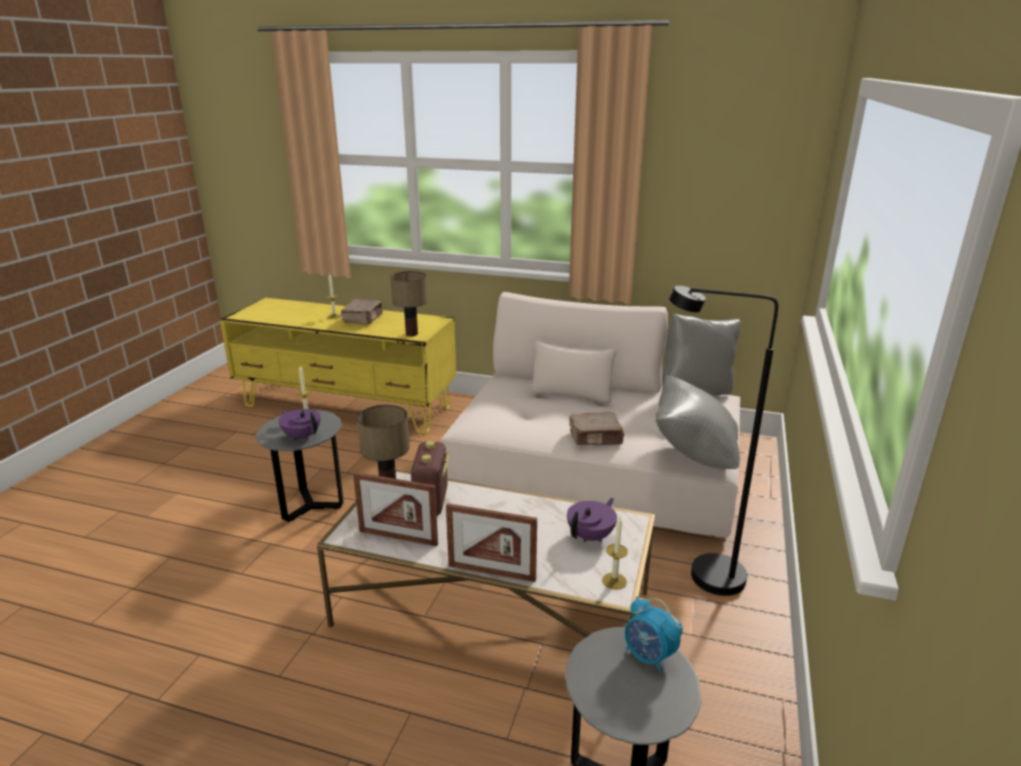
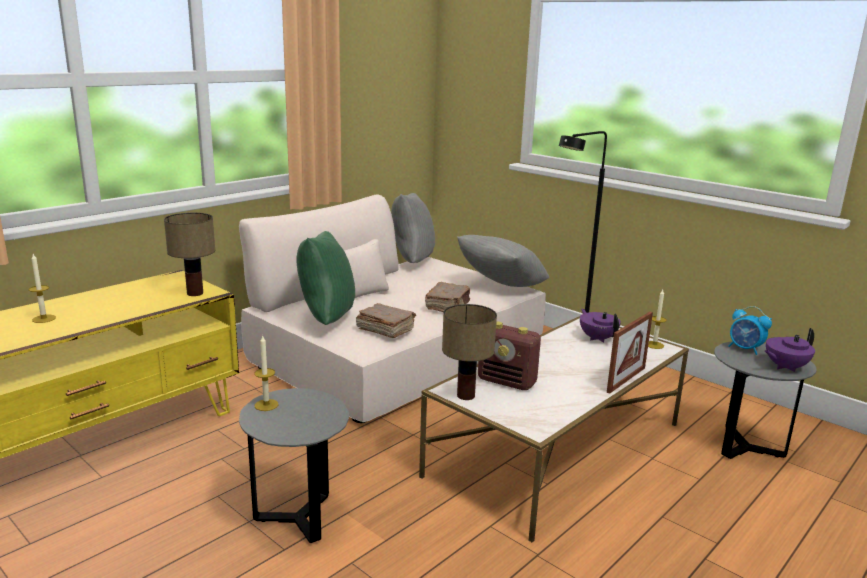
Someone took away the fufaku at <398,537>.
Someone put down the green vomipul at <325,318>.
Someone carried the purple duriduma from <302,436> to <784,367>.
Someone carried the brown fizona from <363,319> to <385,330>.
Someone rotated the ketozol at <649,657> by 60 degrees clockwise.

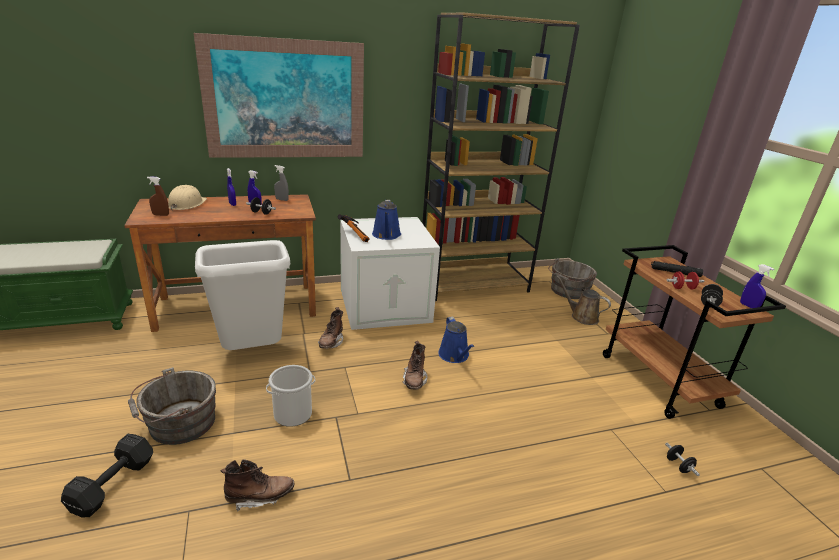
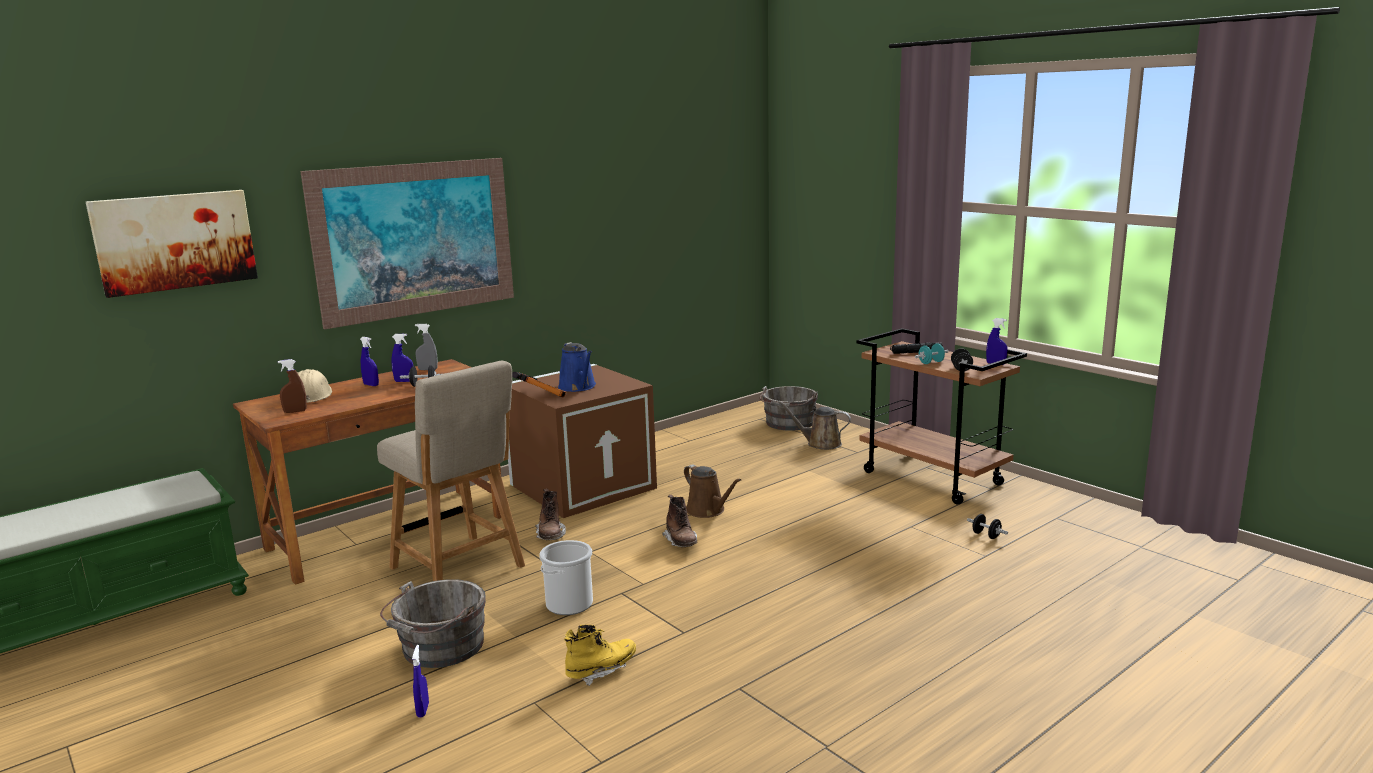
Someone took away the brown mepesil at <473,284>.
Someone put up the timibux at <175,241>.
Someone swapped the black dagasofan at <115,484> for the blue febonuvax at <423,710>.
Someone swapped the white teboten at <252,353> for the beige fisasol at <460,569>.
Someone repainted the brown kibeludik at <260,497>, which became the yellow kibeludik at <601,671>.
Someone repainted the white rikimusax at <385,304>, which became the brown rikimusax at <583,485>.
Someone repainted the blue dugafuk at <454,356>, which became the brown dugafuk at <708,511>.
Someone repainted the red dagasofan at <682,288>, which became the turquoise dagasofan at <931,362>.

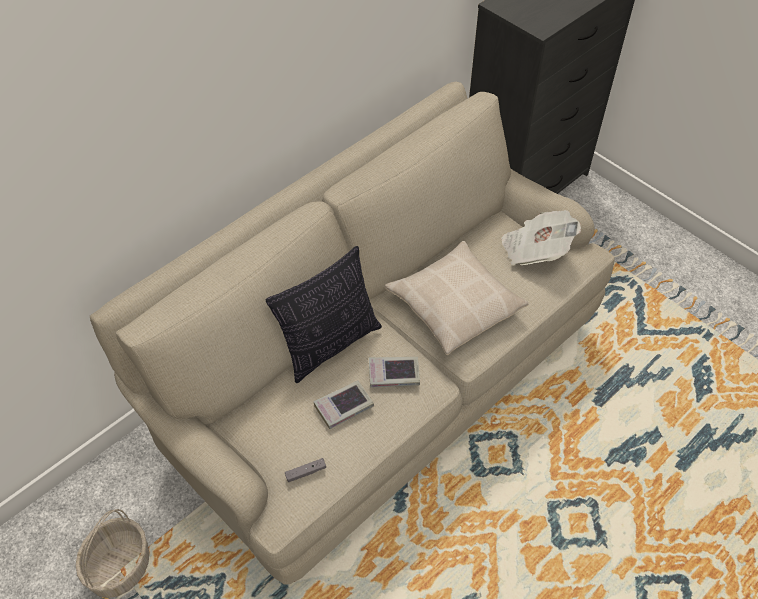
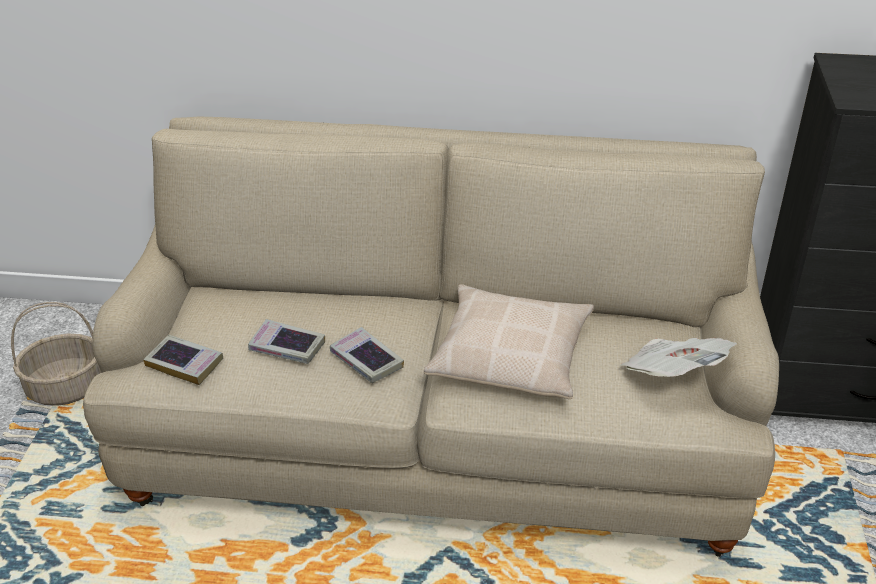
Someone took away the vomipul at <330,344>.
Someone swapped the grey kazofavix at <305,472> for the fizona at <184,363>.

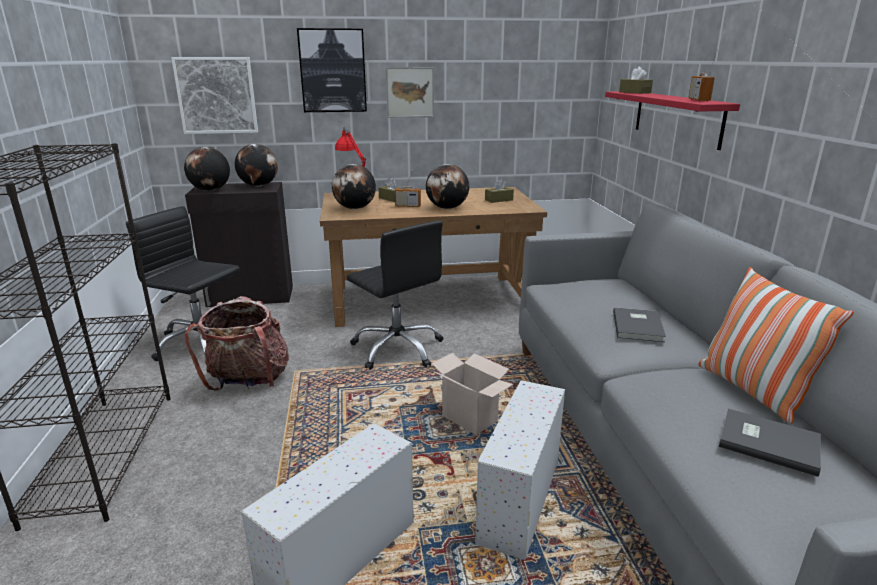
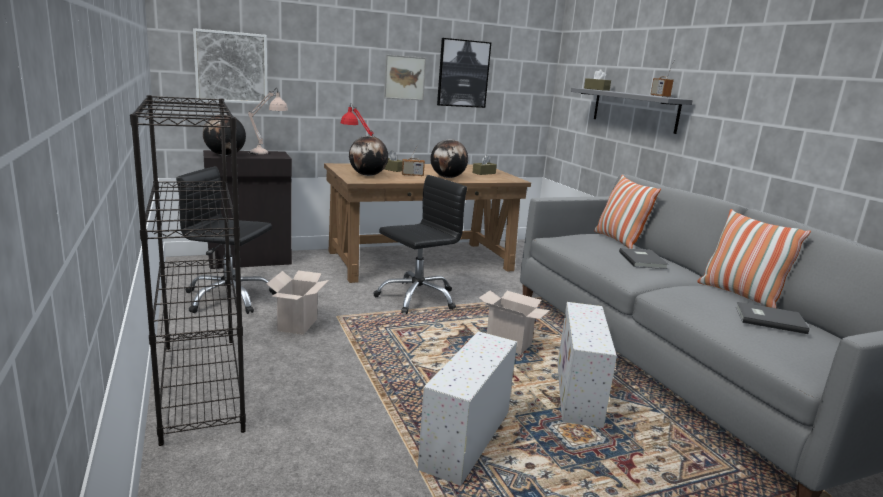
Someone put down the vomipul at <618,240>.
Someone carried the timibux from <333,71> to <463,73>.
Someone swapped the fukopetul at <248,381> for the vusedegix at <298,325>.
Someone swapped the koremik at <258,186> for the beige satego at <268,153>.
Someone repainted the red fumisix at <676,117>, which became the grey fumisix at <634,109>.
Someone rotated the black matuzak at <398,349> by 75 degrees counterclockwise.

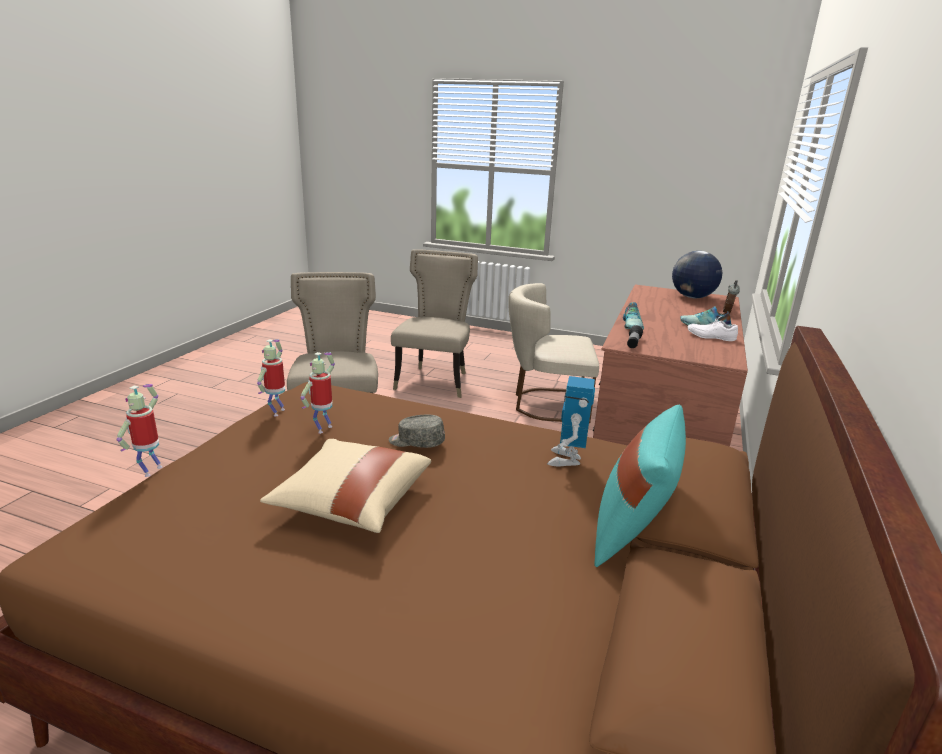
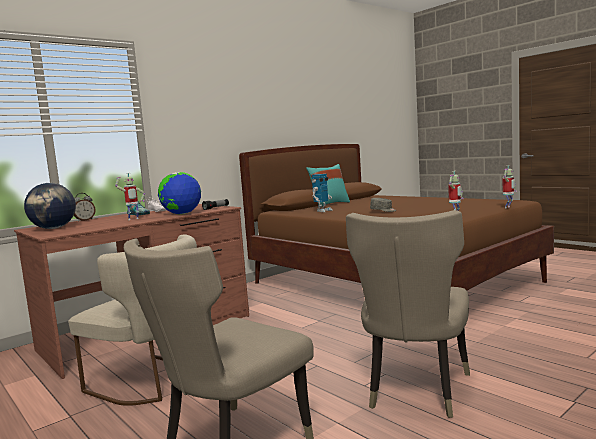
Someone took away the beige vomipul at <351,502>.
Someone carried the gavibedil from <323,428> to <133,219>.
Someone swapped the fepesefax at <633,325> for the koremik at <181,214>.

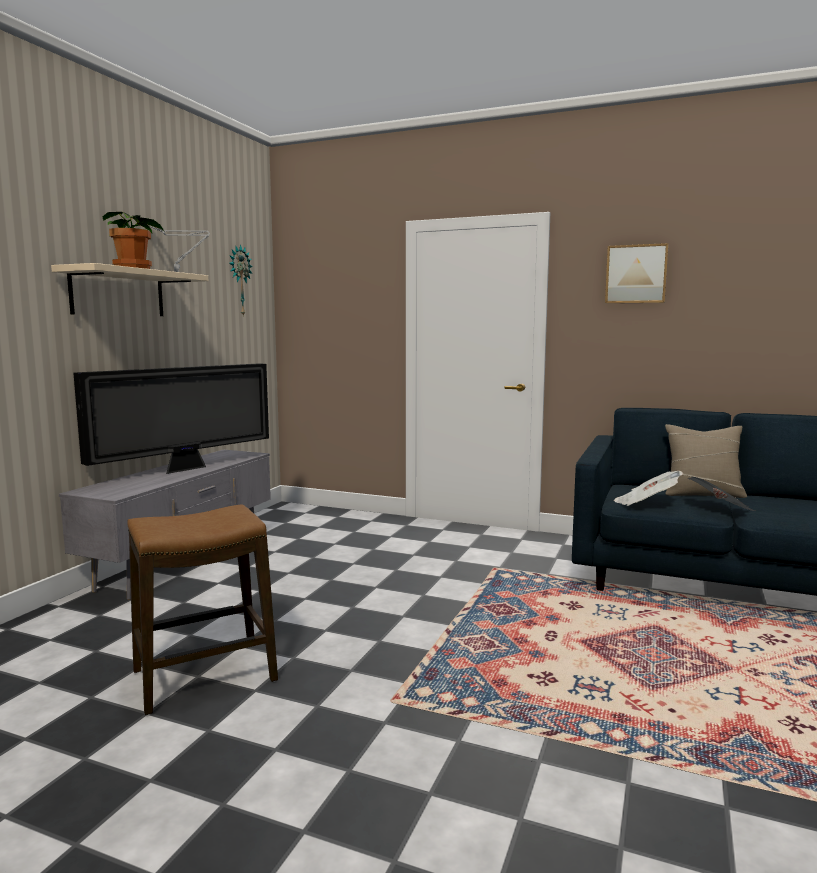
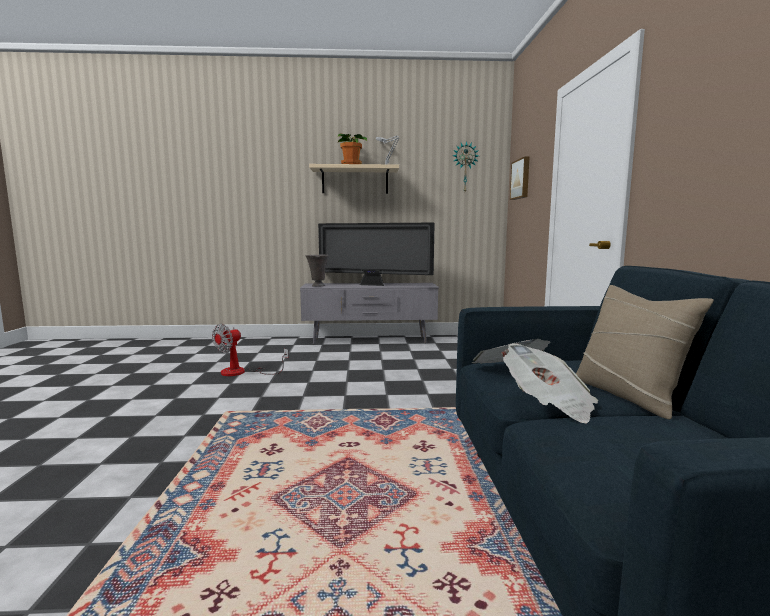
Someone put down the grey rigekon at <317,286>.
Someone carried the timibux from <636,274> to <521,179>.
Someone swapped the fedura at <205,676> for the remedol at <242,372>.

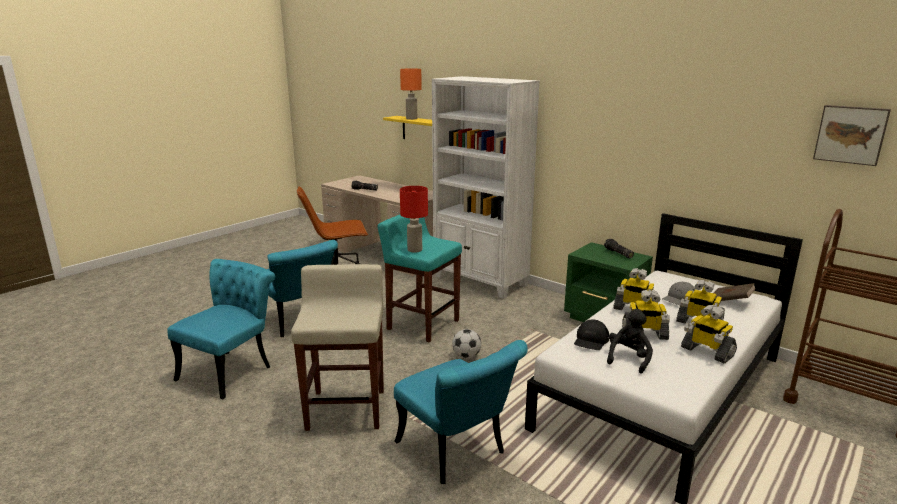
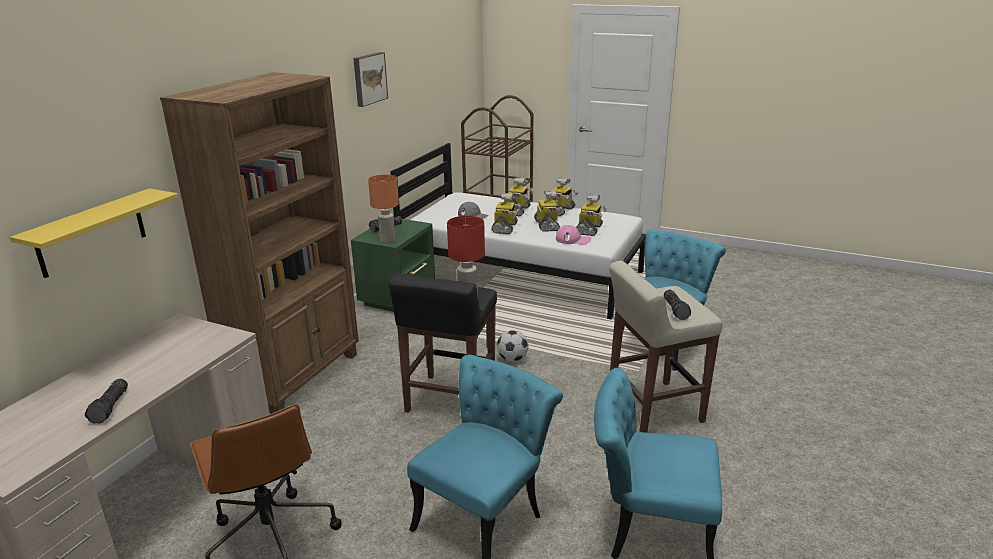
Someone took away the brown fizona at <730,302>.
Someone put down the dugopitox at <676,310>.
Someone carried the orange satego from <411,119> to <387,240>.
Someone carried the timibux from <850,134> to <369,78>.
Someone swapped the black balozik at <628,358> for the gavibedil at <589,229>.
Someone repainted the turquoise fedura at <422,324>, which became the black fedura at <450,400>.
Someone repainted the white mepesil at <481,281>, which became the brown mepesil at <297,377>.
Someone repainted the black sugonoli at <591,340>, which became the pink sugonoli at <573,239>.

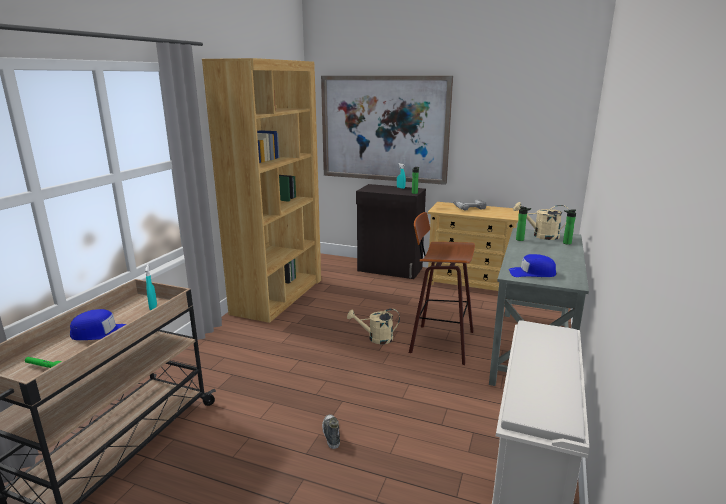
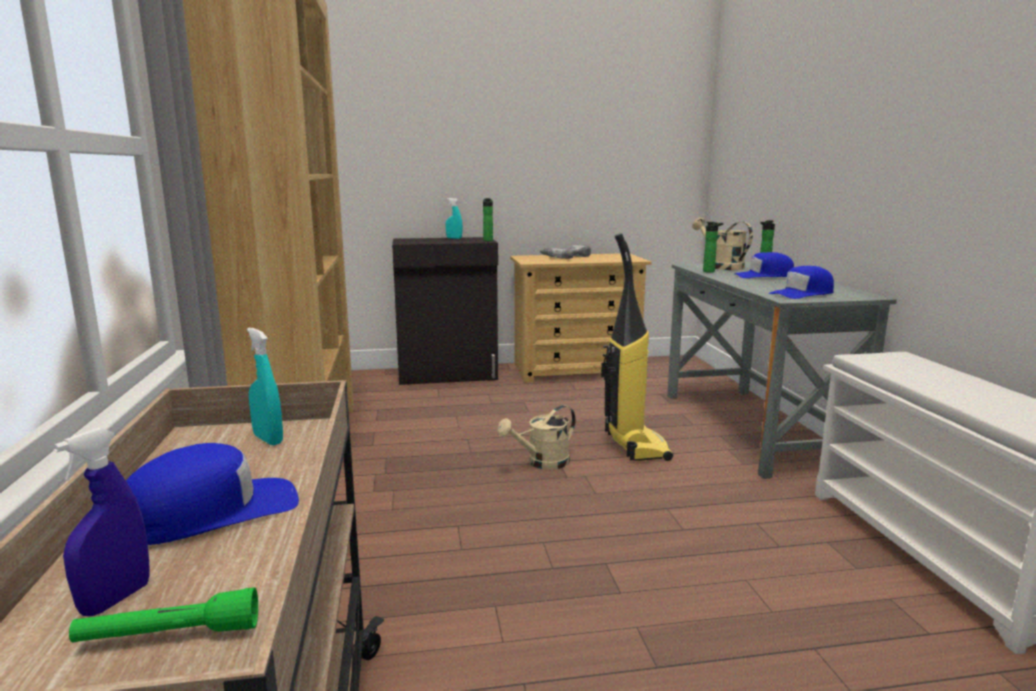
Someone took away the timibux at <384,128>.
Someone took away the fepesefax at <331,434>.
Someone put down the blue febonuvax at <116,599>.
Someone put down the blue sugonoli at <764,276>.
Someone swapped the fedura at <439,342> for the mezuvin at <634,446>.
Someone rotated the beige dugafuk at <541,235> by 75 degrees clockwise.

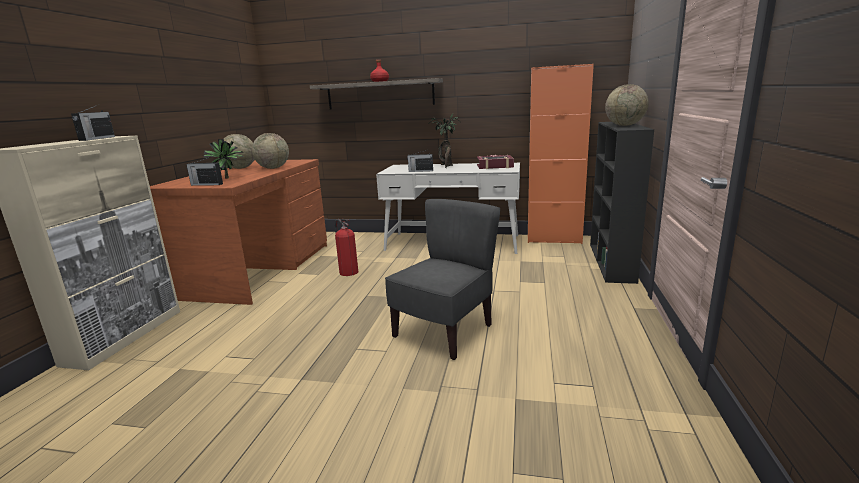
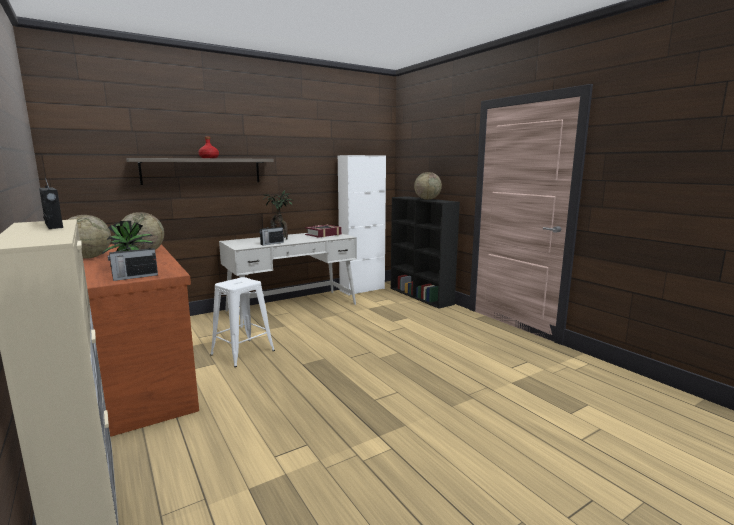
Someone took away the grey fisasol at <444,332>.
Someone swapped the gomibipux at <347,272> for the white fedura at <243,353>.
Someone repainted the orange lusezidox at <554,239>, which became the white lusezidox at <362,289>.

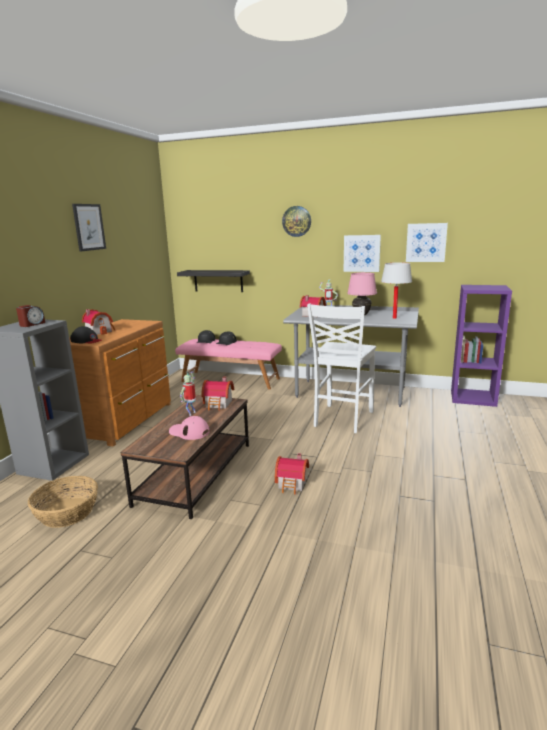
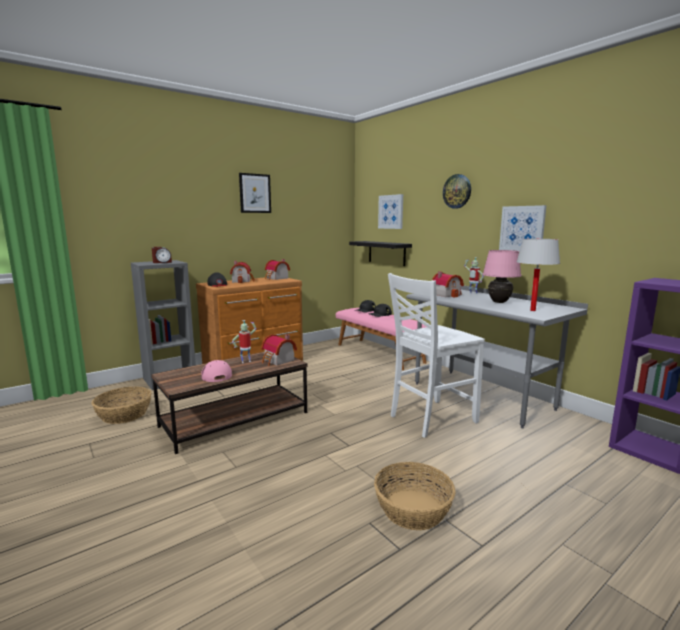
Someone put down the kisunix at <413,509>.
Someone carried the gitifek from <292,484> to <276,278>.
Someone carried the timibux from <426,242> to <391,212>.

